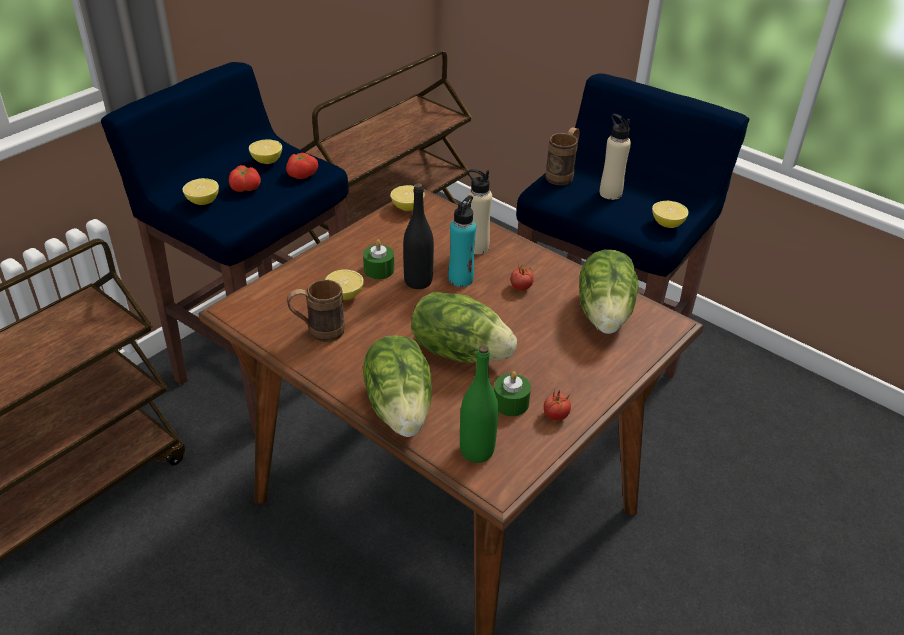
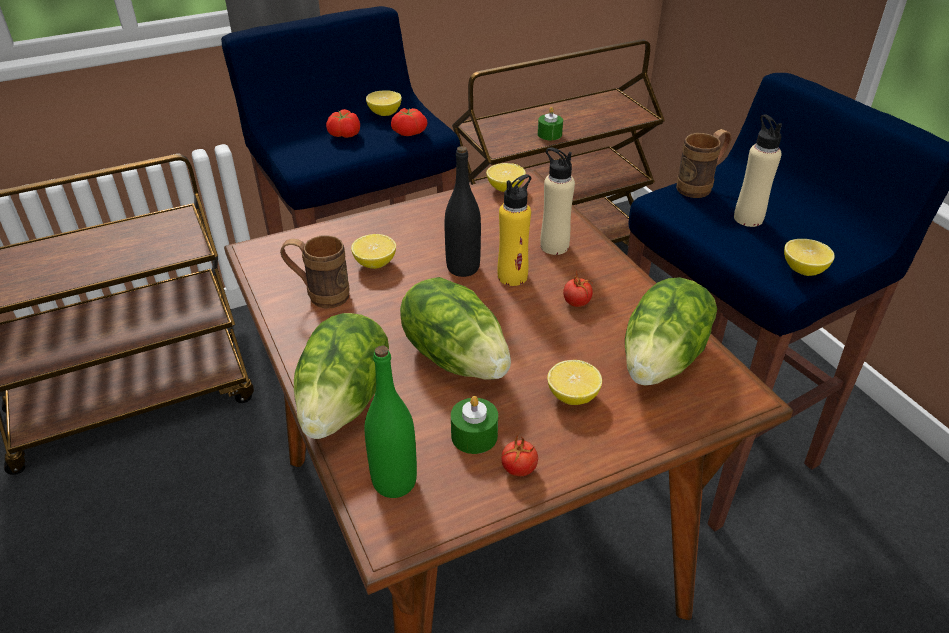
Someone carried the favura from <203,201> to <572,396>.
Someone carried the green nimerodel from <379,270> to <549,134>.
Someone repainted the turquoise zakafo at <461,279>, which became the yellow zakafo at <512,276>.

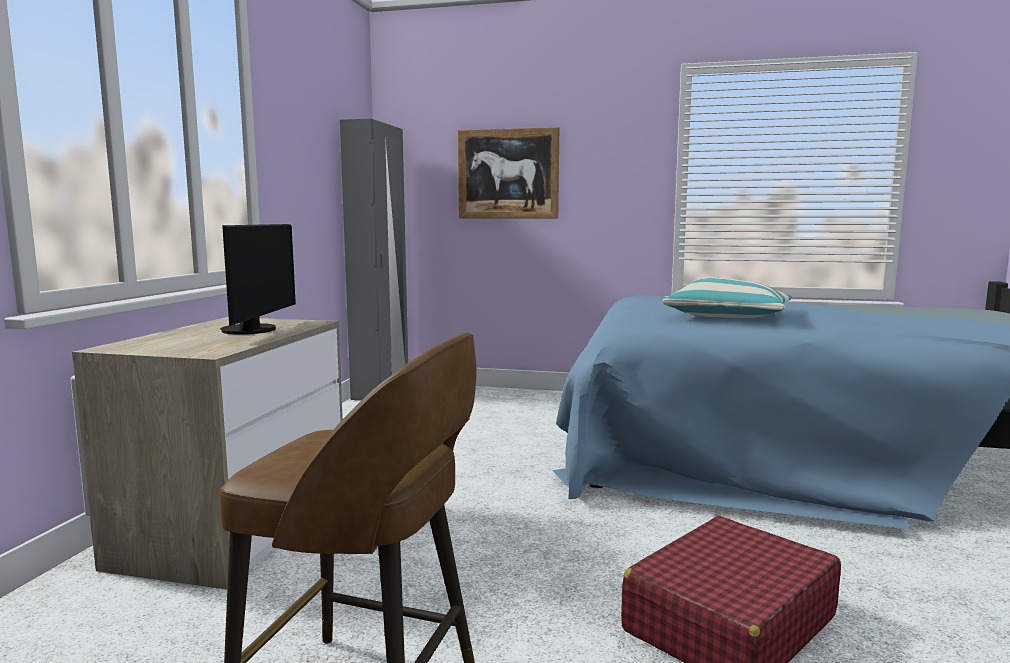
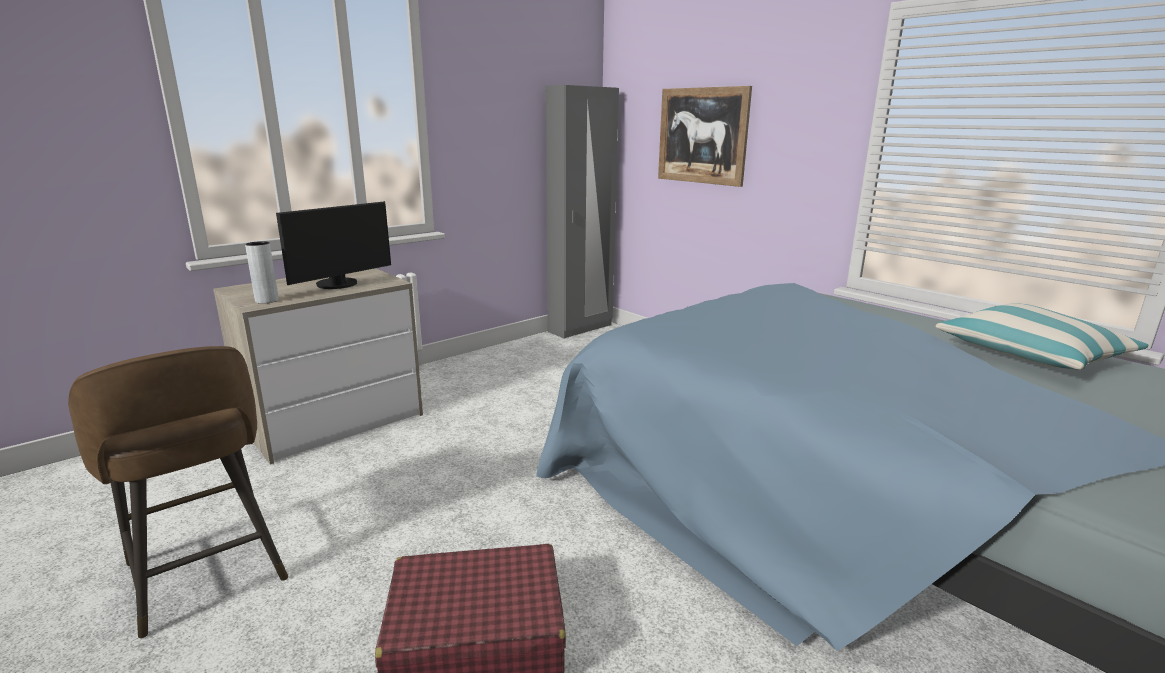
Someone put down the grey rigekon at <267,300>.
Someone carried the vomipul from <728,317> to <1032,355>.

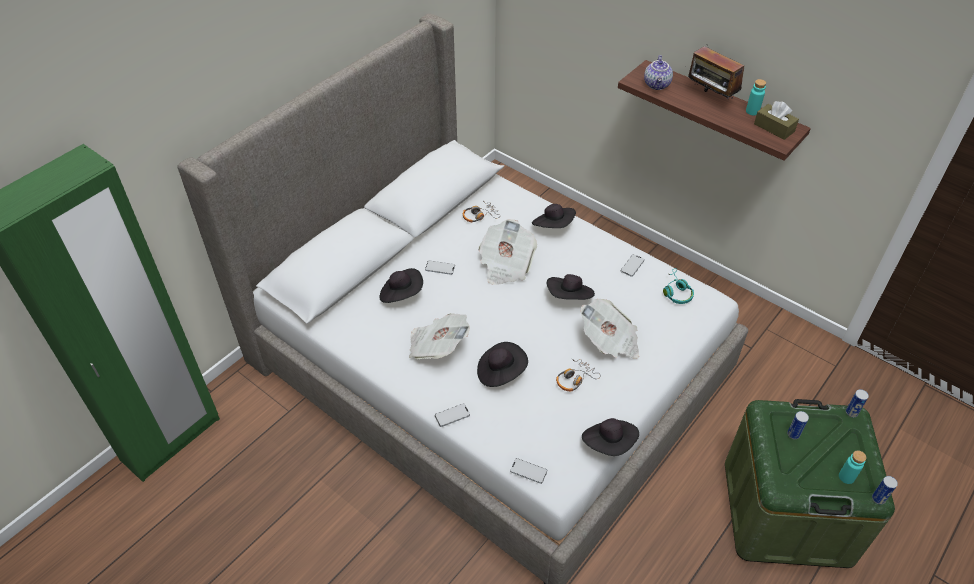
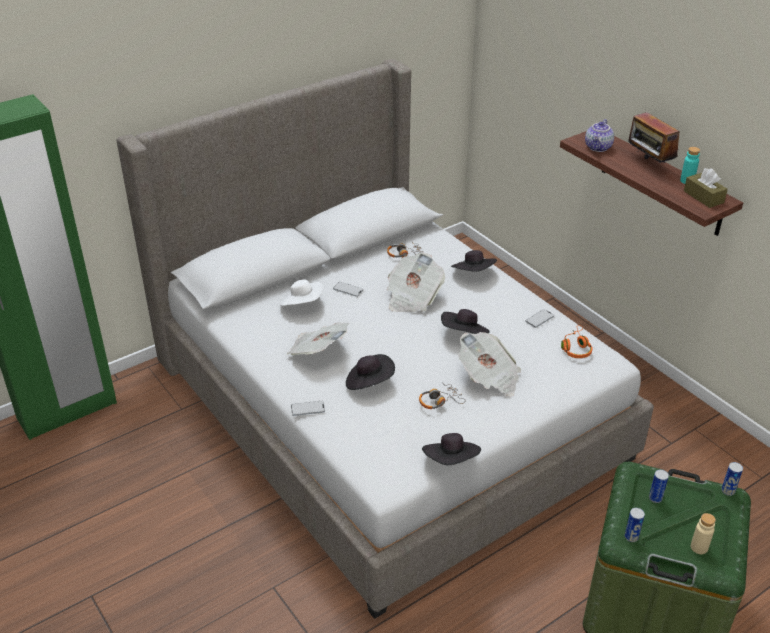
Someone took away the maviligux at <528,471>.
Someone carried the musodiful from <878,499> to <631,537>.
Someone repainted the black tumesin at <401,294>, which became the white tumesin at <302,304>.
Someone repainted the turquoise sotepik at <676,291>, which became the orange sotepik at <576,348>.
Someone repainted the turquoise zakafo at <846,477>, which became the beige zakafo at <699,547>.

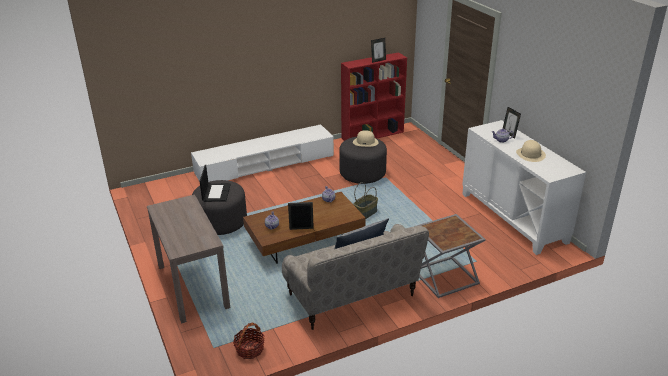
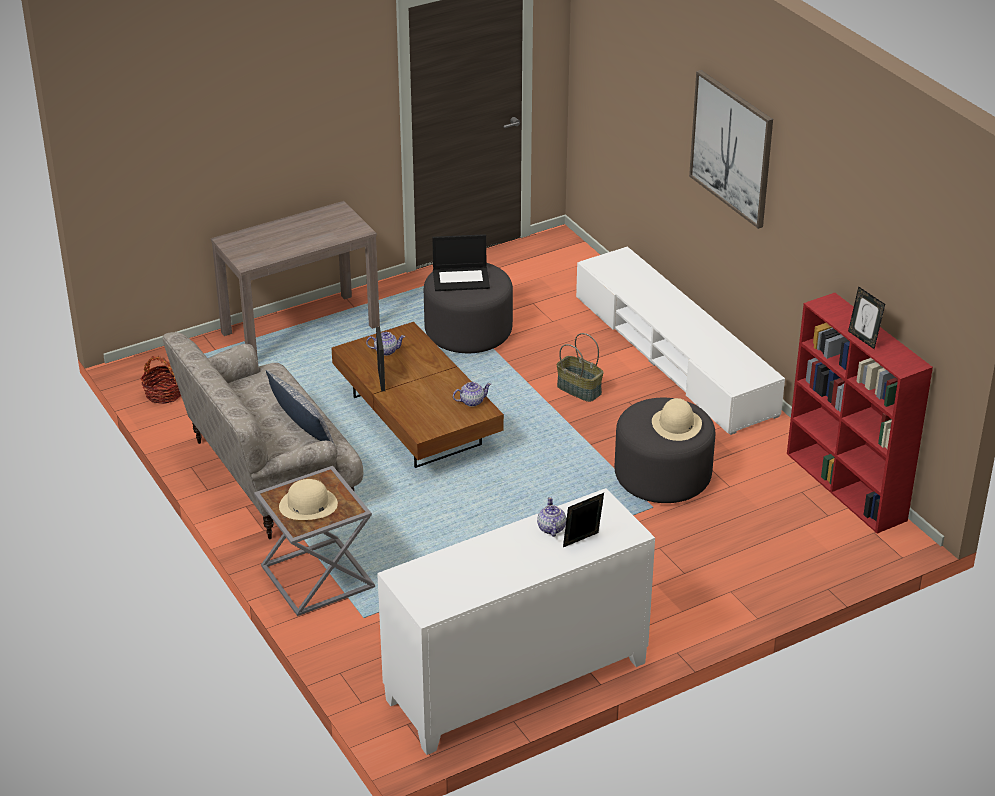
Someone put up the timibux at <732,148>.
Someone carried the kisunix from <365,213> to <580,389>.
Someone carried the beige tumesin from <530,154> to <308,505>.

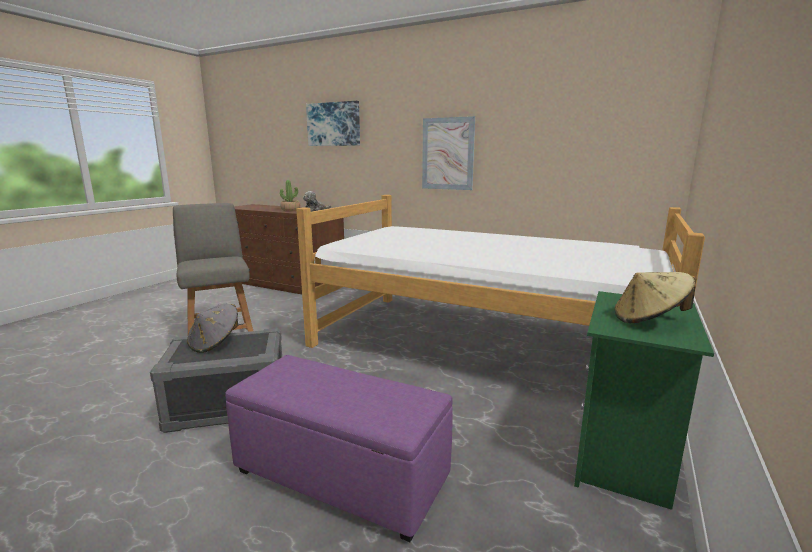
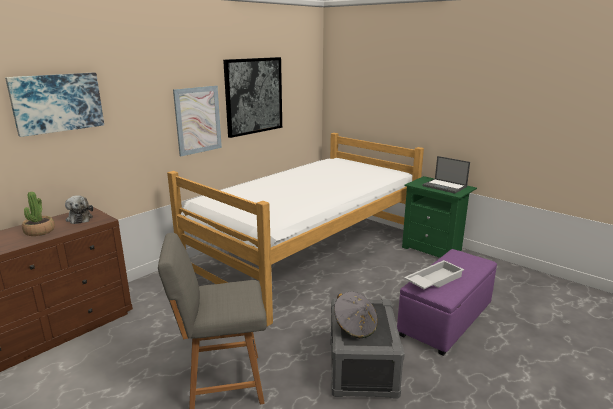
Someone put up the timibux at <254,96>.
Someone put down the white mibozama at <433,280>.
Someone swapped the beige tumesin at <649,320> for the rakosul at <445,186>.

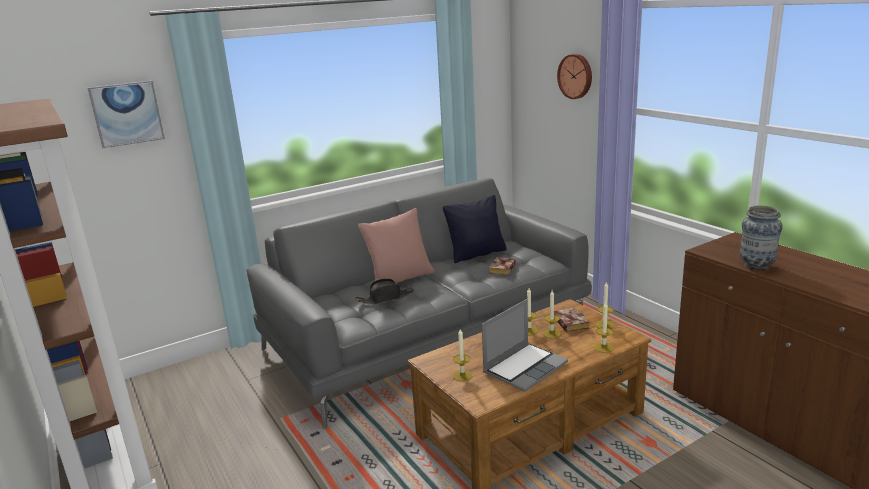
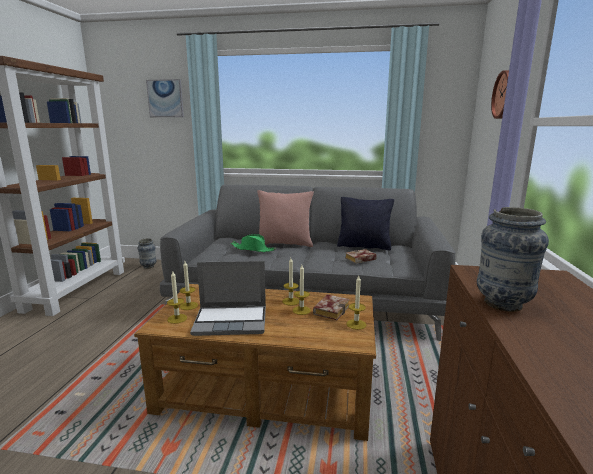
Someone put down the rigekon at <148,267>.
Someone carried the nimerodel from <603,347> to <177,318>.
Someone repainted the black tumesin at <385,298>, which became the green tumesin at <253,249>.

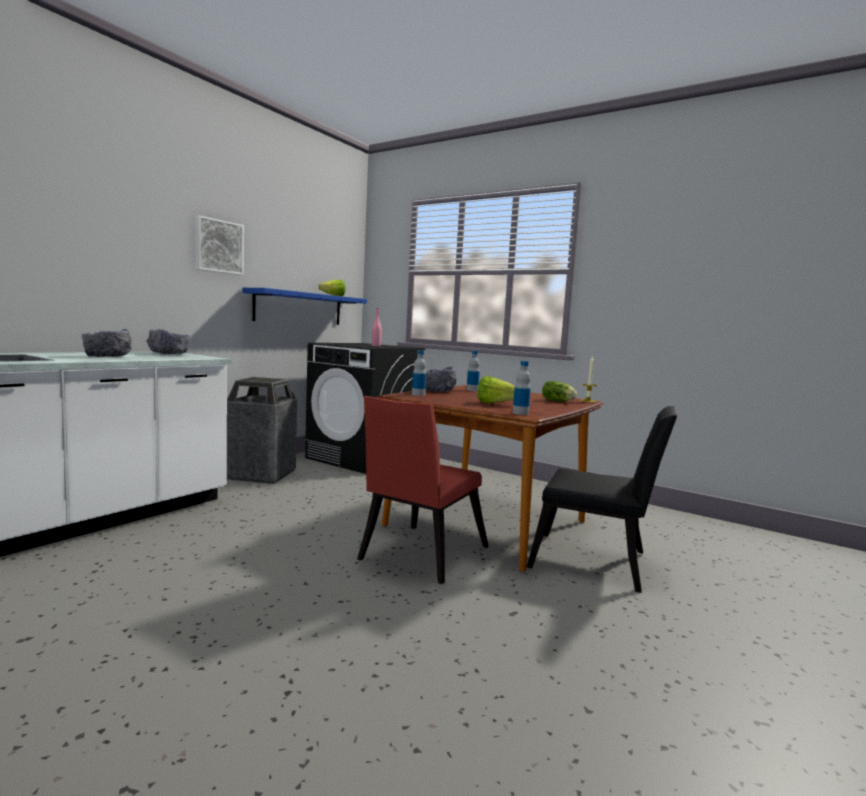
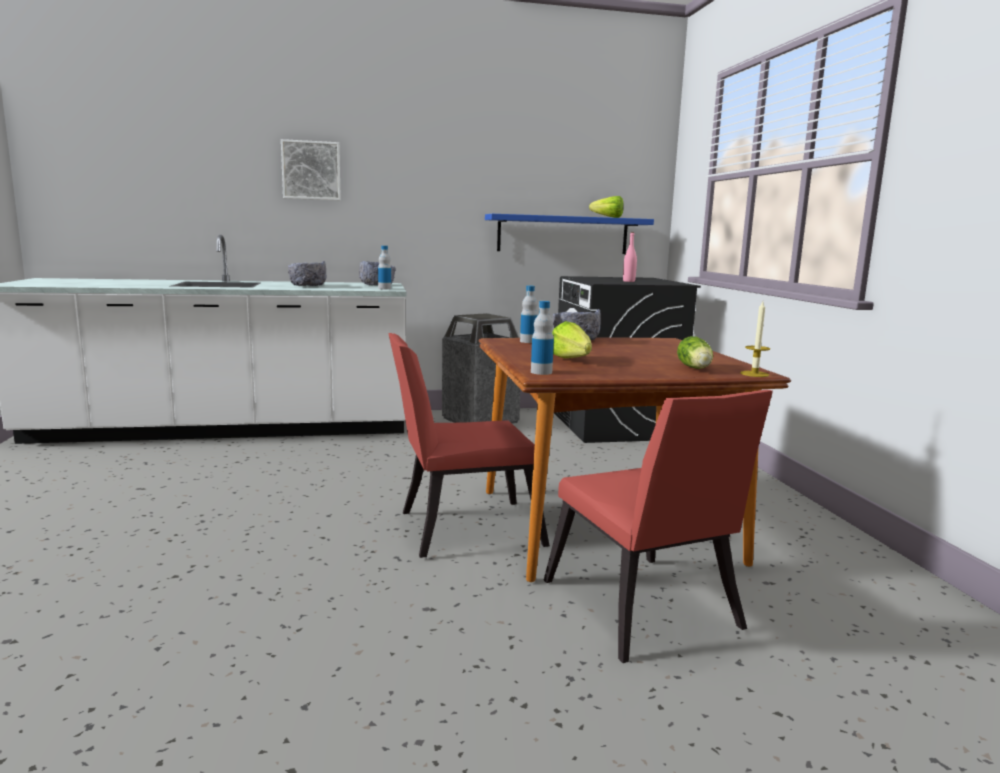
Someone carried the timibux from <218,246> to <311,170>.
Someone carried the zakafo from <472,390> to <384,288>.
Someone repainted the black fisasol at <596,563>, which became the red fisasol at <643,612>.

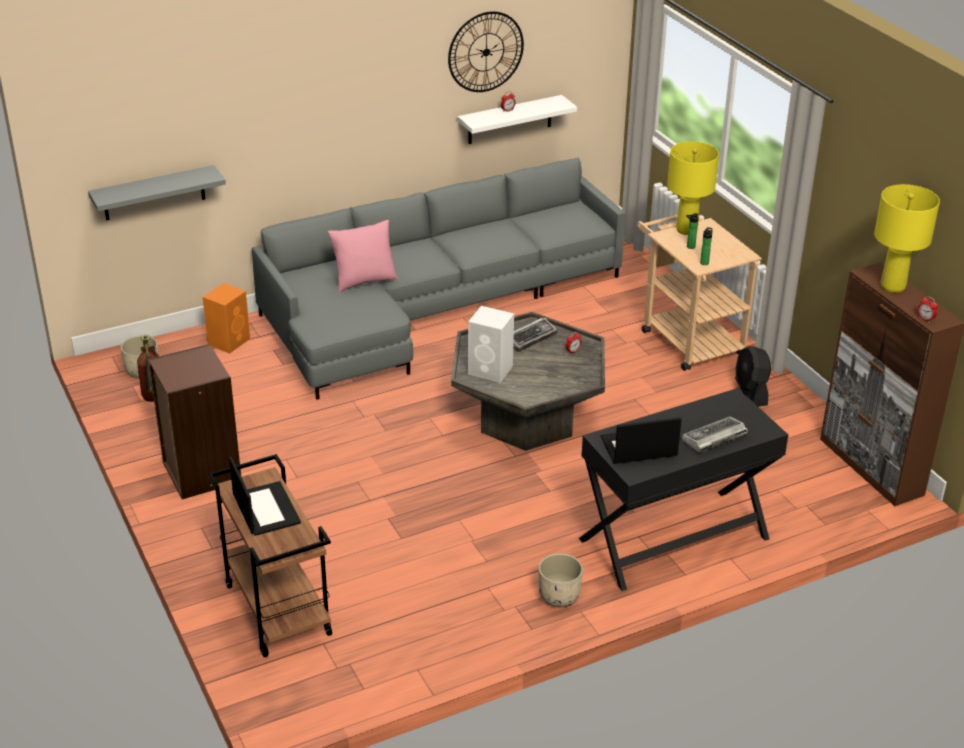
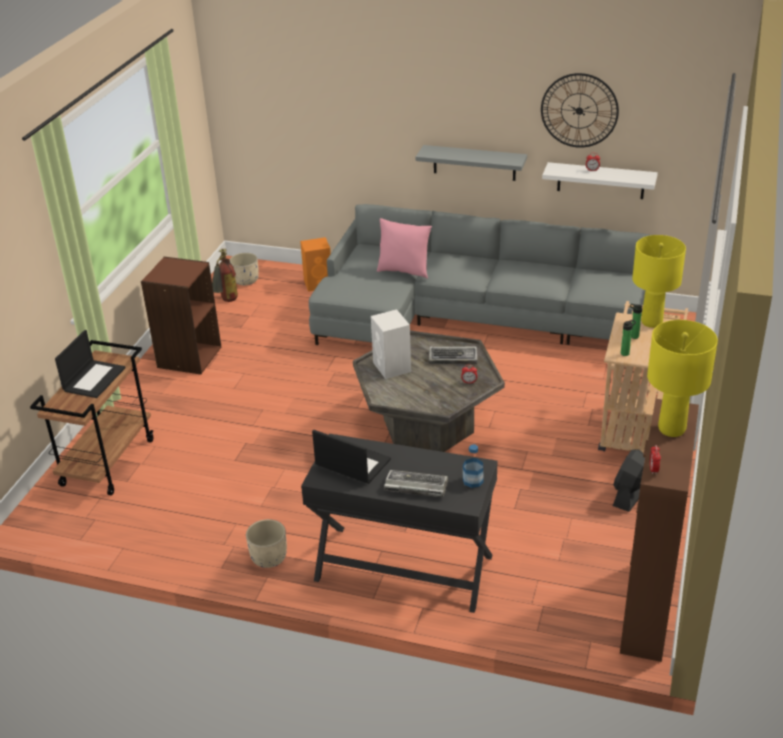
Someone put down the zakafo at <473,481>.
Someone carried the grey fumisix from <154,193> to <474,163>.

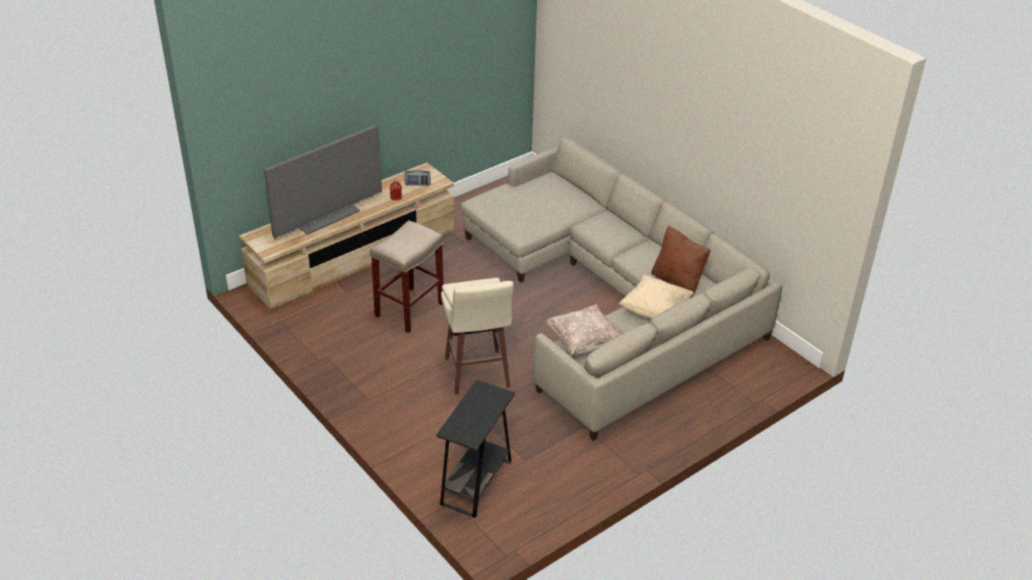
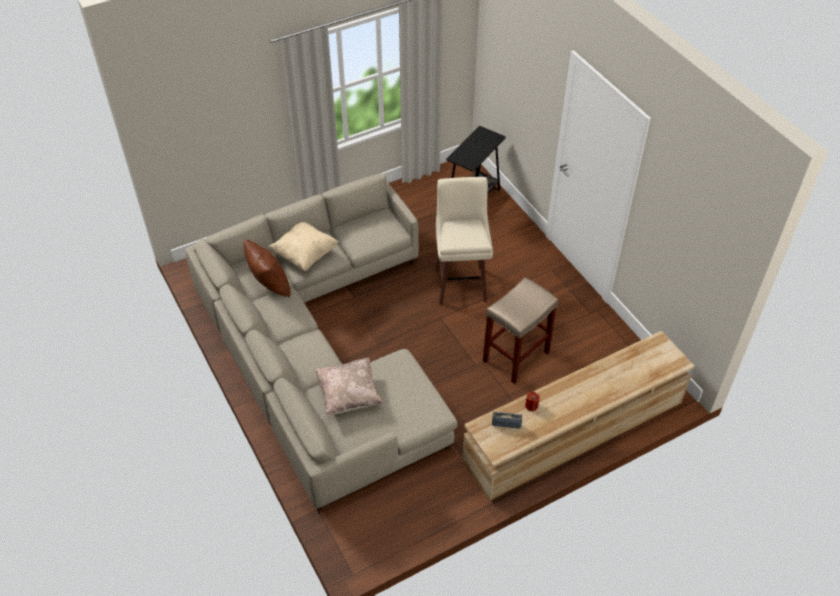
Someone took away the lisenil at <325,215>.
Someone carried the beige vomipul from <583,343> to <349,395>.

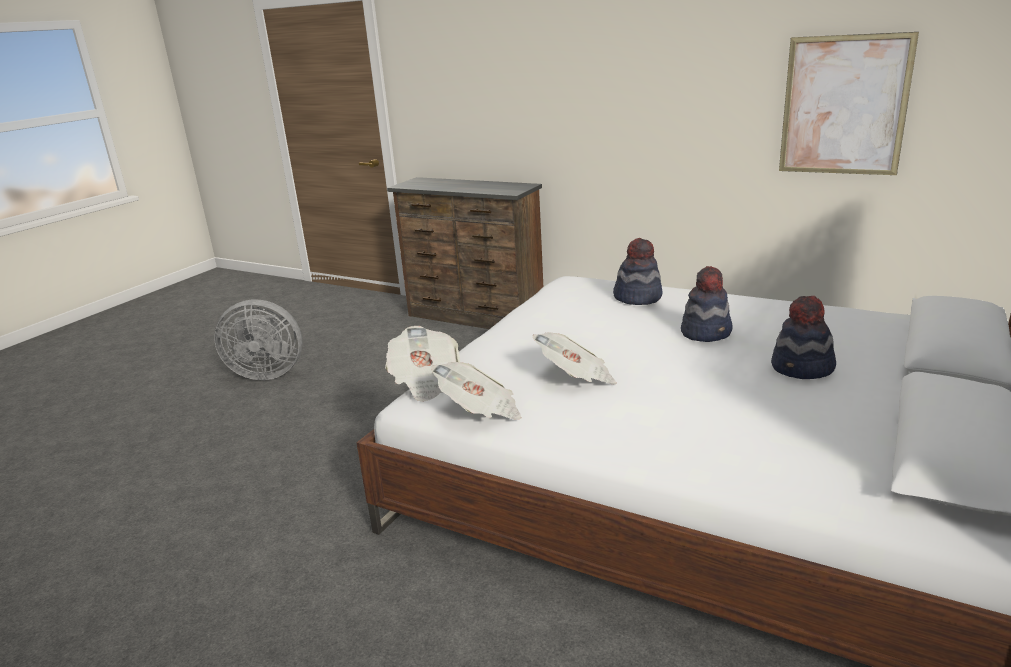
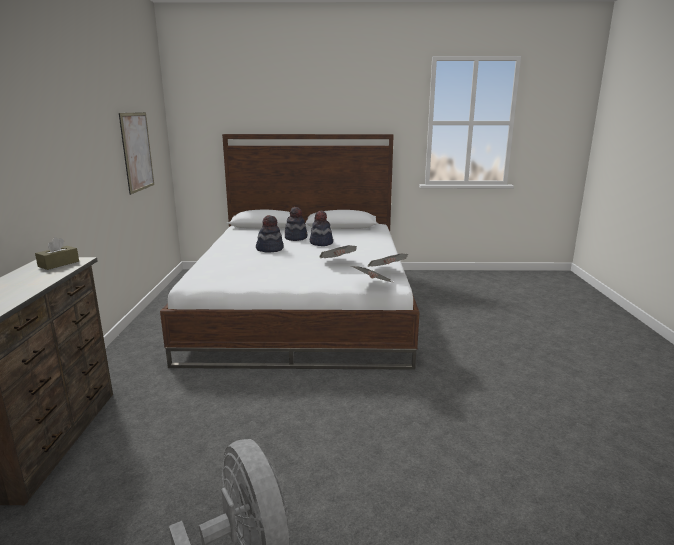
Someone put down the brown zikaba at <58,264>.
Someone carried the tumesin from <637,297> to <321,243>.

